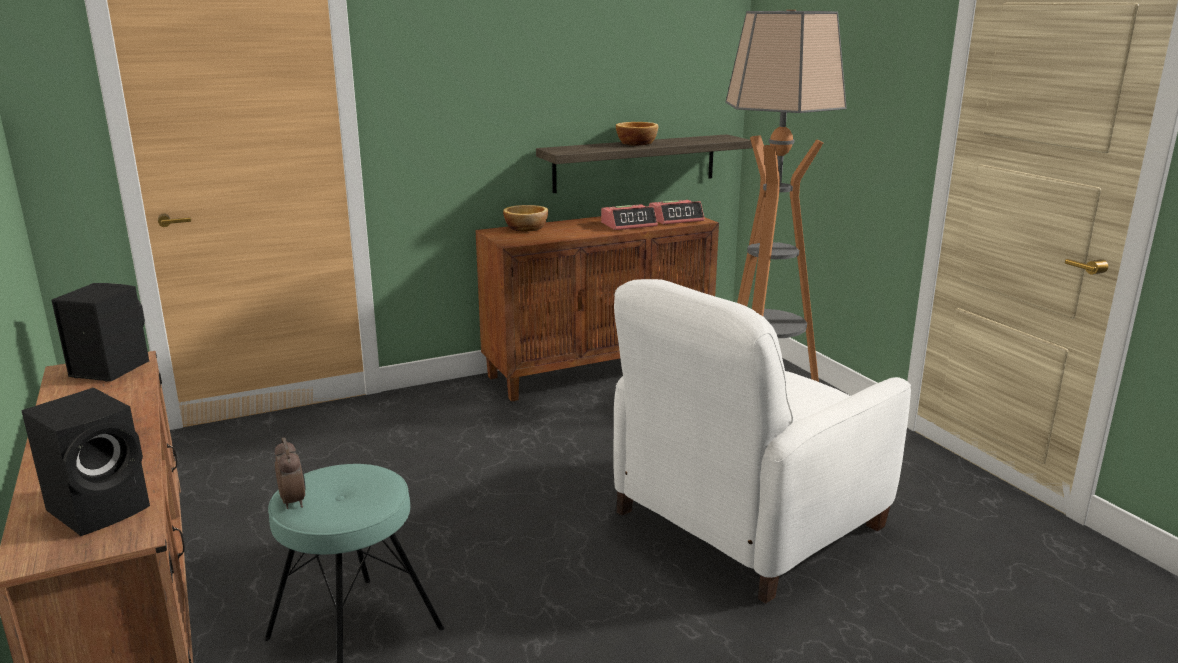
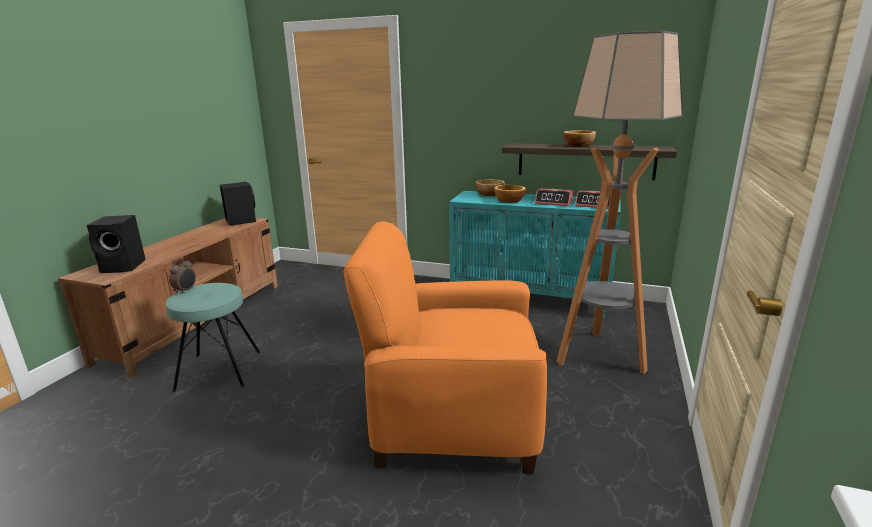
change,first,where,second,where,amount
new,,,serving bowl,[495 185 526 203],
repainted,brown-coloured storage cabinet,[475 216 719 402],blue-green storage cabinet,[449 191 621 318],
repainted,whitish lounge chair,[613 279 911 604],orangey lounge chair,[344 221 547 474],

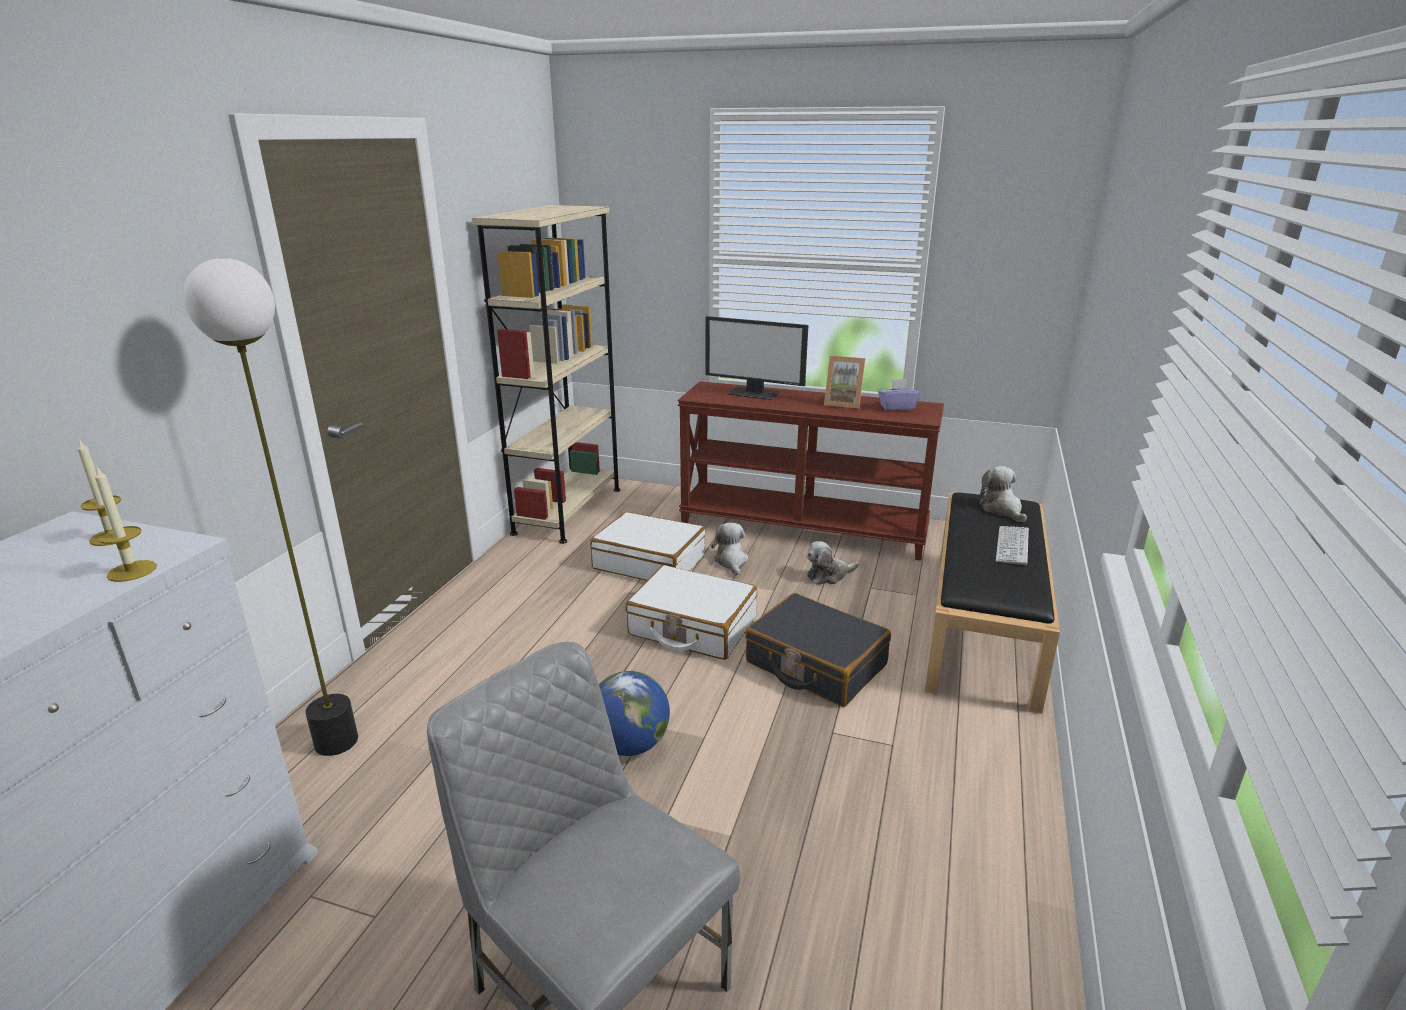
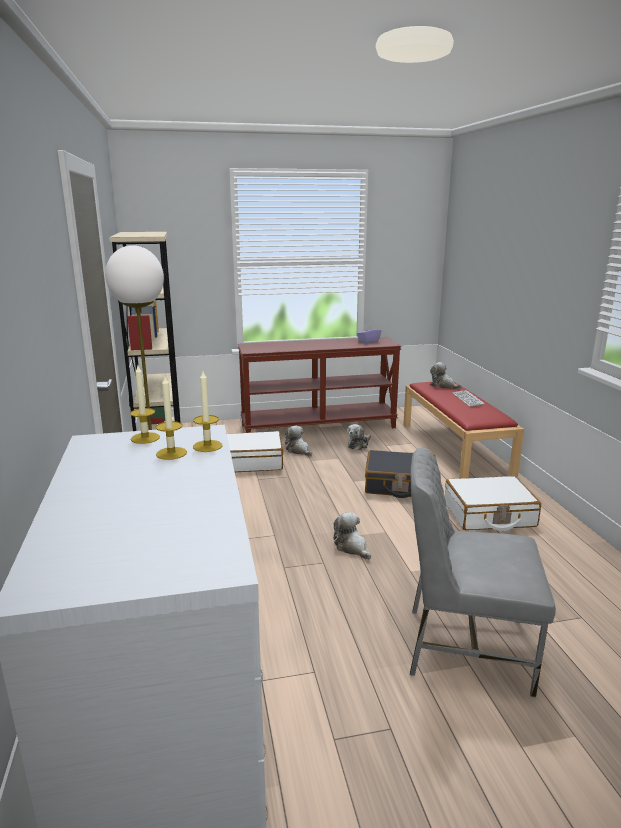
change,first,where,second,where,amount
gone,computer display,[705 316 808 400],,,
gone,picture frame,[824 356 865 408],,,
new,,,candle,[156 377 187 460],
shifted,whitish suitcase,[626 565 757 660],,[445 476 541 531],
swapped,globe,[599 671 670 756],soft toy,[334 512 371 560],
repainted,black-coloured indoor bench,[924 492 1060 714],red indoor bench,[403 382 524 479],

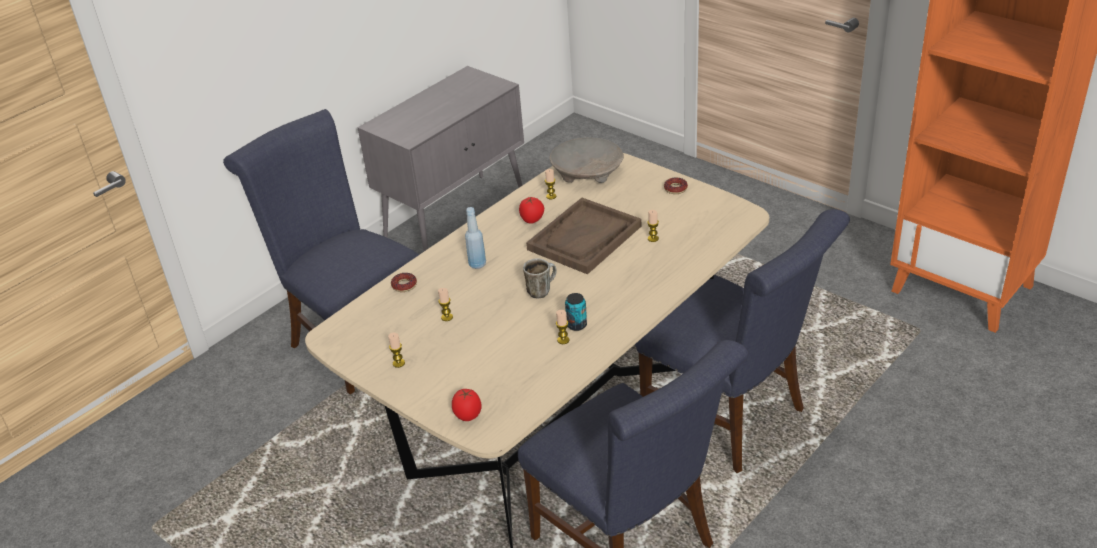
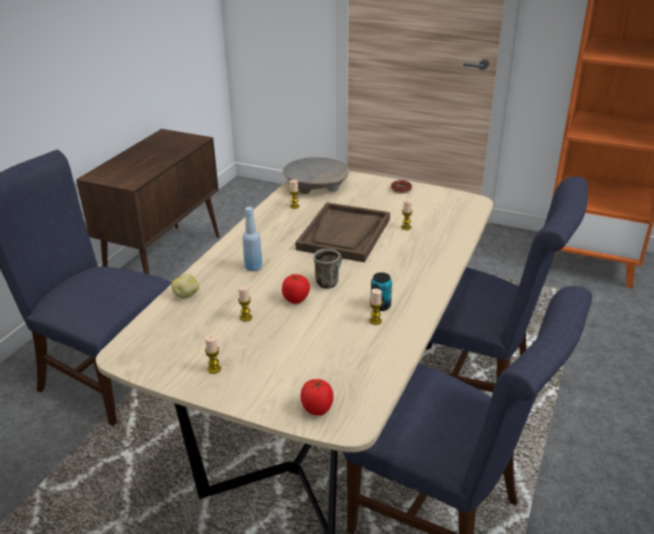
change,first,where,second,where,amount
shifted,fresh tomato,[519 197 544 224],,[282 274 310 304],
swapped,doughnut,[391 273 417 292],whole potato,[171 274 199 299],
repainted,gray storage cabinet,[357 66 524 251],brown-coloured storage cabinet,[76 129 220 274],

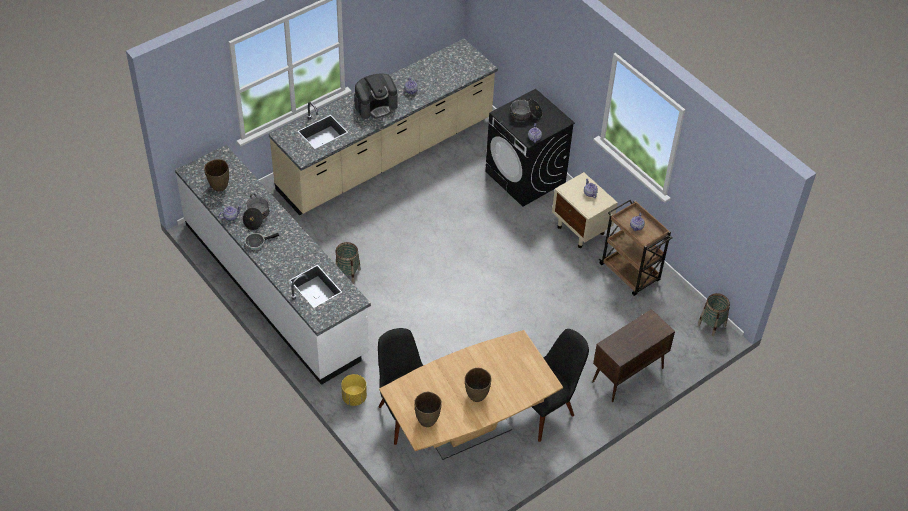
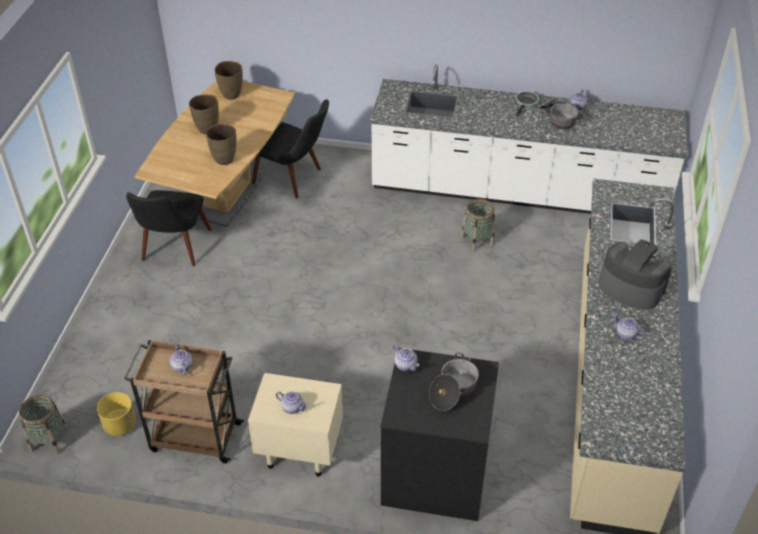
change,first,where,second,where,amount
gone,brown-coloured storage cabinet,[592 309 675 402],,,
shifted,brown-coloured decorative vase,[204 159 229 192],,[206 124 236 165],
shifted,yellow-coloured plant pot,[341 374 367 406],,[97 392 136 436],
rotated,coffee brewer,[355 74 398 119],,[599 240 672 310],105 degrees clockwise

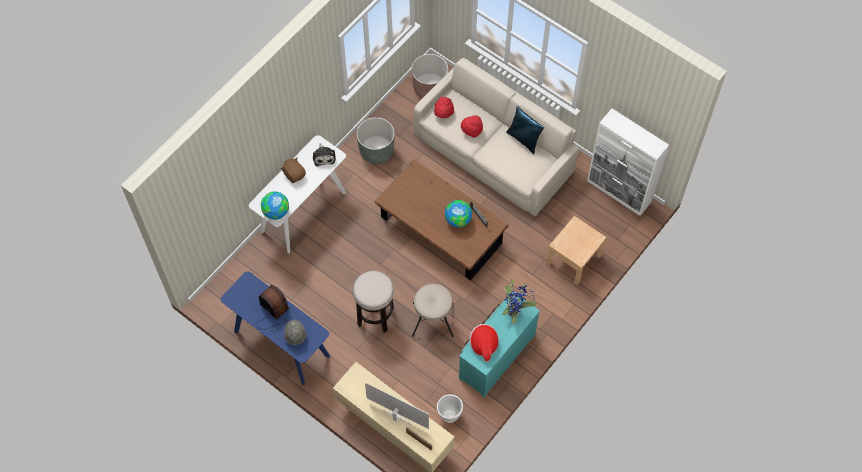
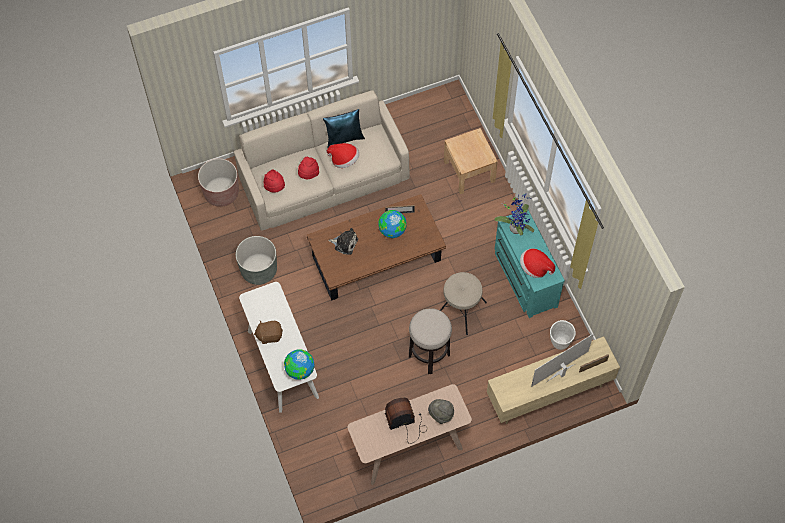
change,first,where,second,where,amount
gone,whitish storage cabinet,[587 109 669 216],,,
new,,,clothing hat,[326 143 359 168],
shifted,soft toy,[313 143 336 167],,[328 228 358 255],
repainted,blue-coloured narrow table,[220 272 330 385],beige narrow table,[348 384 472 485],

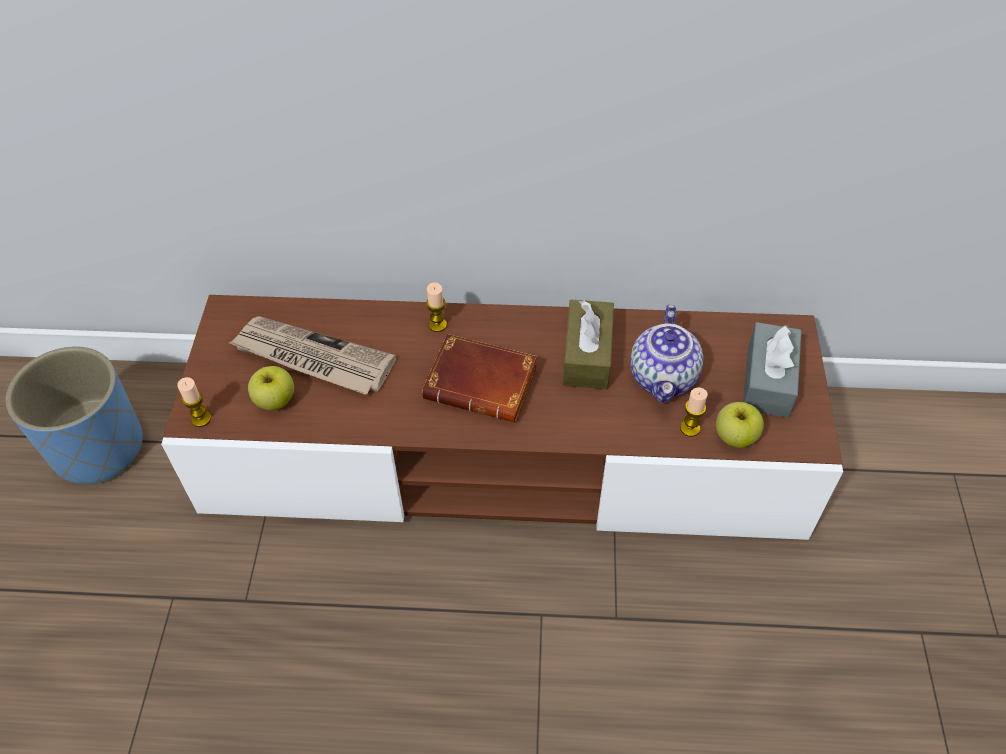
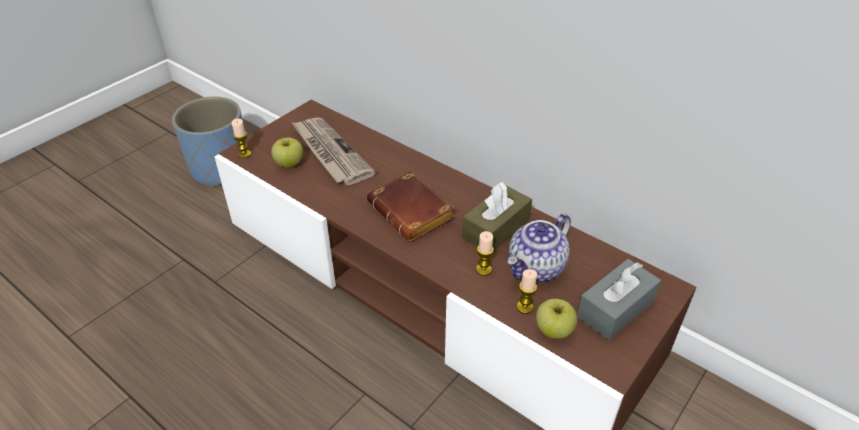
change,first,where,second,where,amount
shifted,candle,[426 283 447 332],,[476 231 494 276],

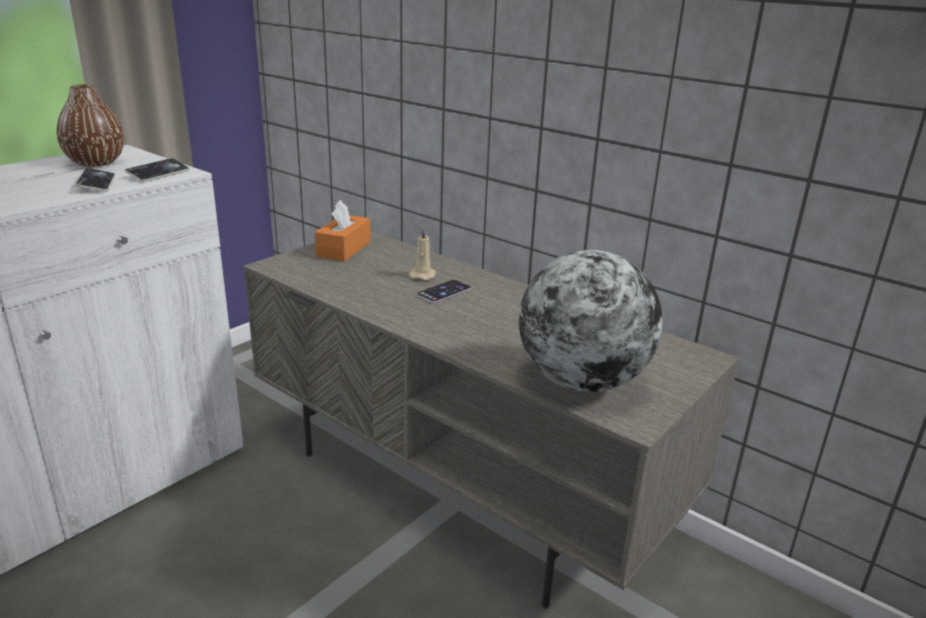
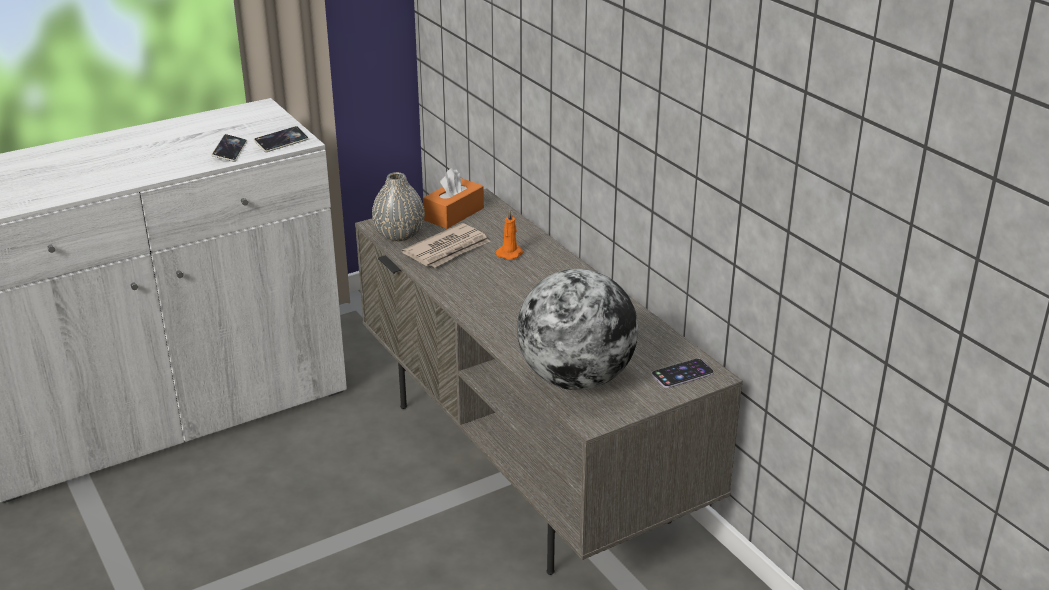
change,first,where,second,where,amount
gone,brown-coloured decorative vase,[56 85 124 167],,,
new,,,gray decorative vase,[372 172 425 241],
new,,,daily paper,[402 223 490 268],
shifted,phone,[417 280 471 303],,[651 358 714 388],
repainted,beige candle,[409 227 436 280],orangey candle,[496 210 523 260],

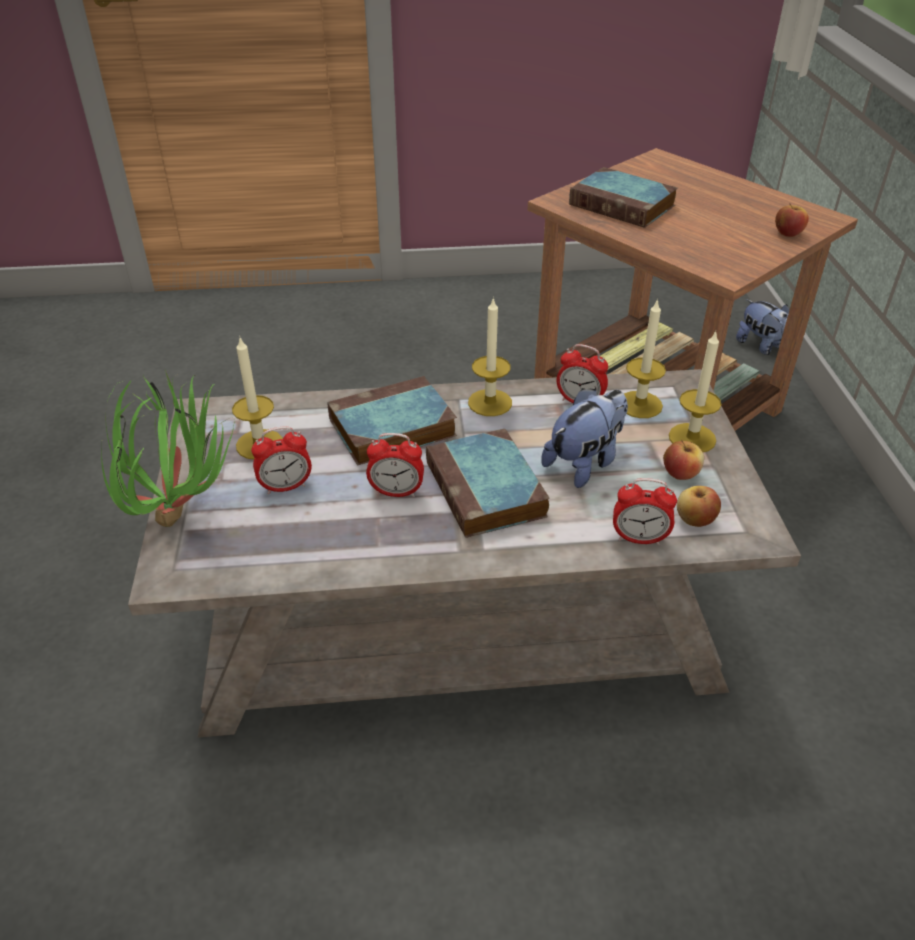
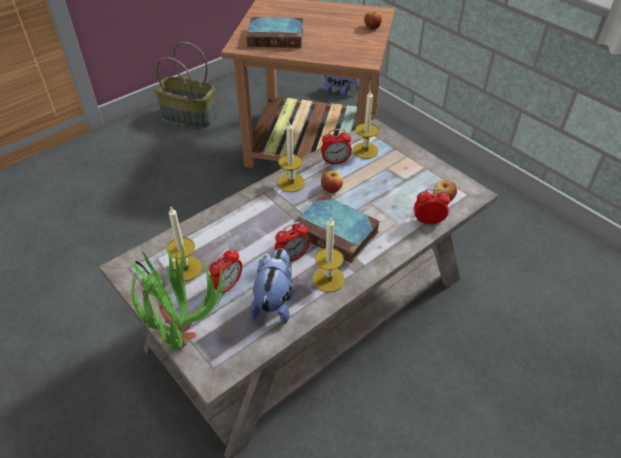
change,first,where,second,where,amount
gone,book,[327 376 457 465],,,
new,,,household basket,[154 42 217 128],
shifted,soft toy,[541 388 628 488],,[250 248 293 325],
shifted,apple,[663 440 704 480],,[321 170 343 193],
shifted,candle,[669 331 722 452],,[312 217 345 292],
rotated,bedside clock,[613 478 677 545],,[414 188 450 225],150 degrees counterclockwise

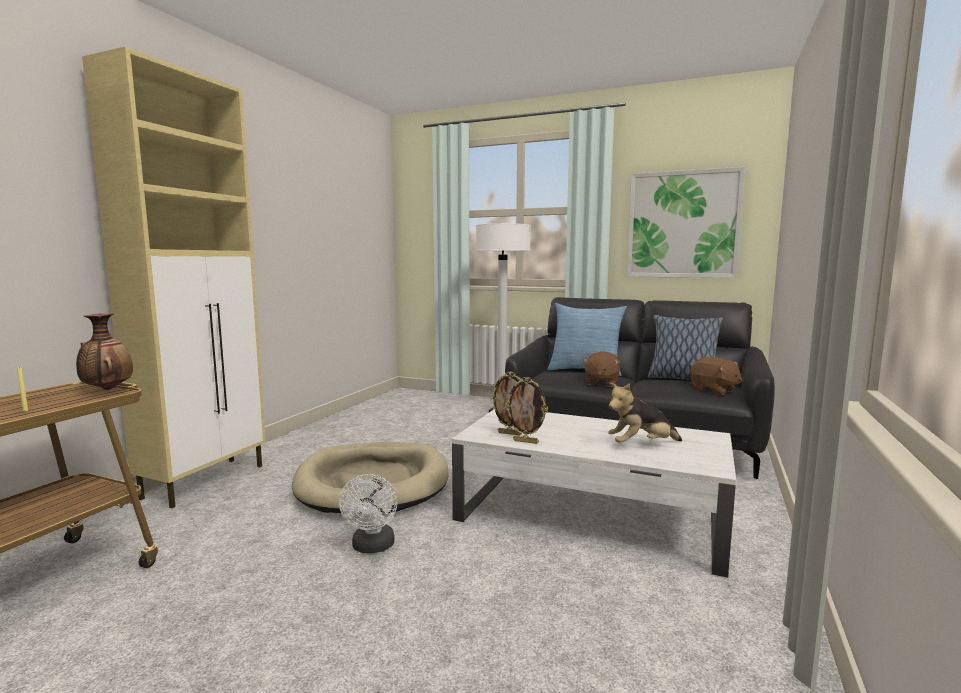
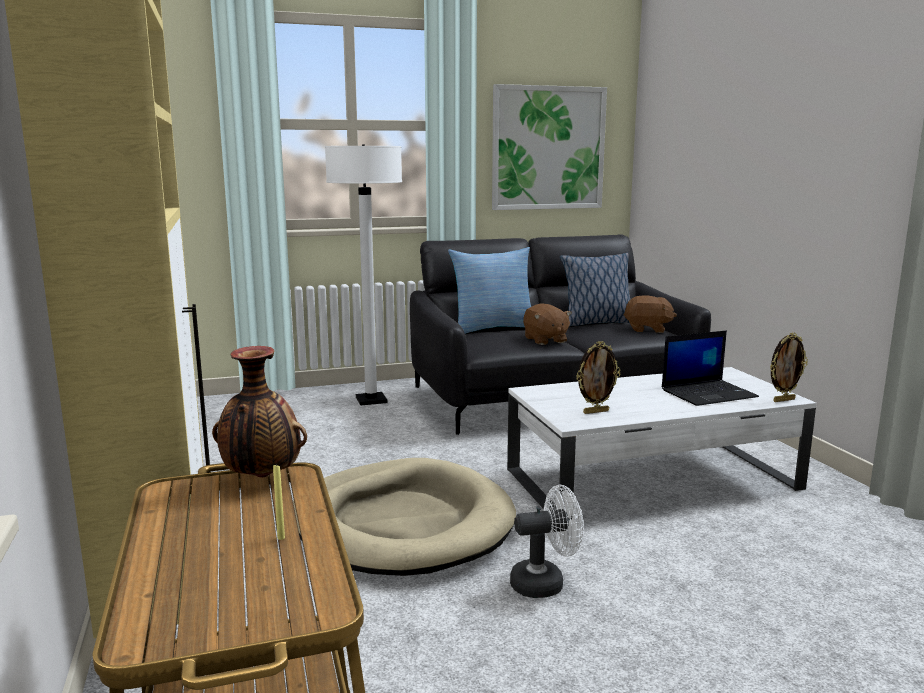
change,first,where,second,where,amount
shifted,picture frame,[505 377 548 444],,[770 332 808 402],
swapped,soft toy,[608 383 682 443],portable computer,[662 330 759 406],
rotated,whitish fan,[339 474 398 553],,[510 485 584 598],60 degrees counterclockwise

